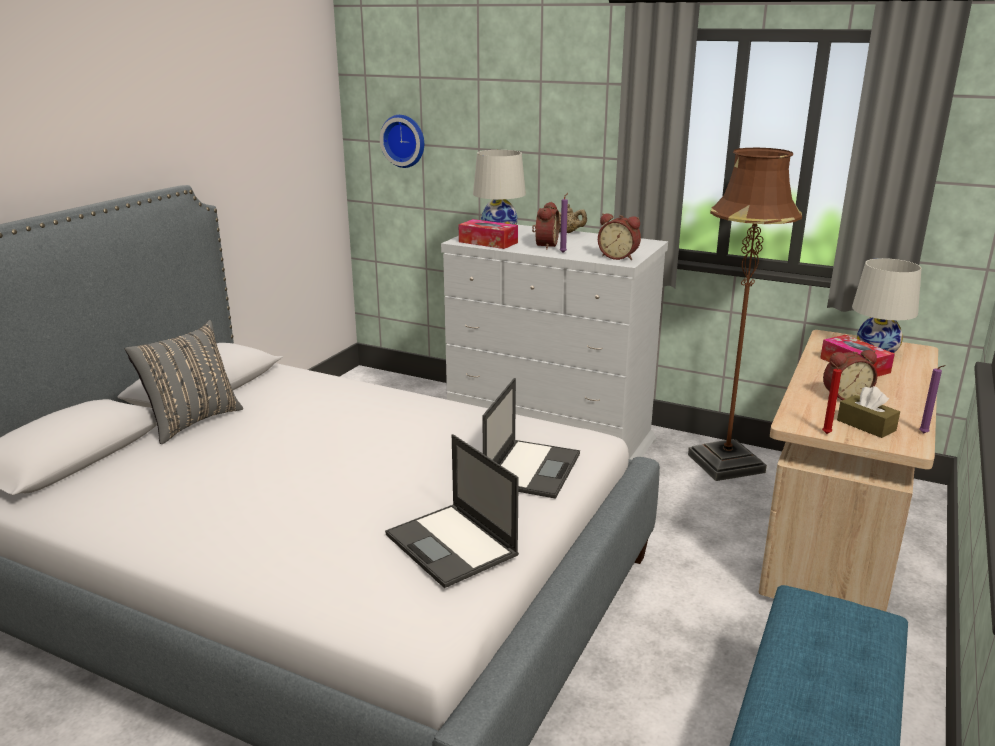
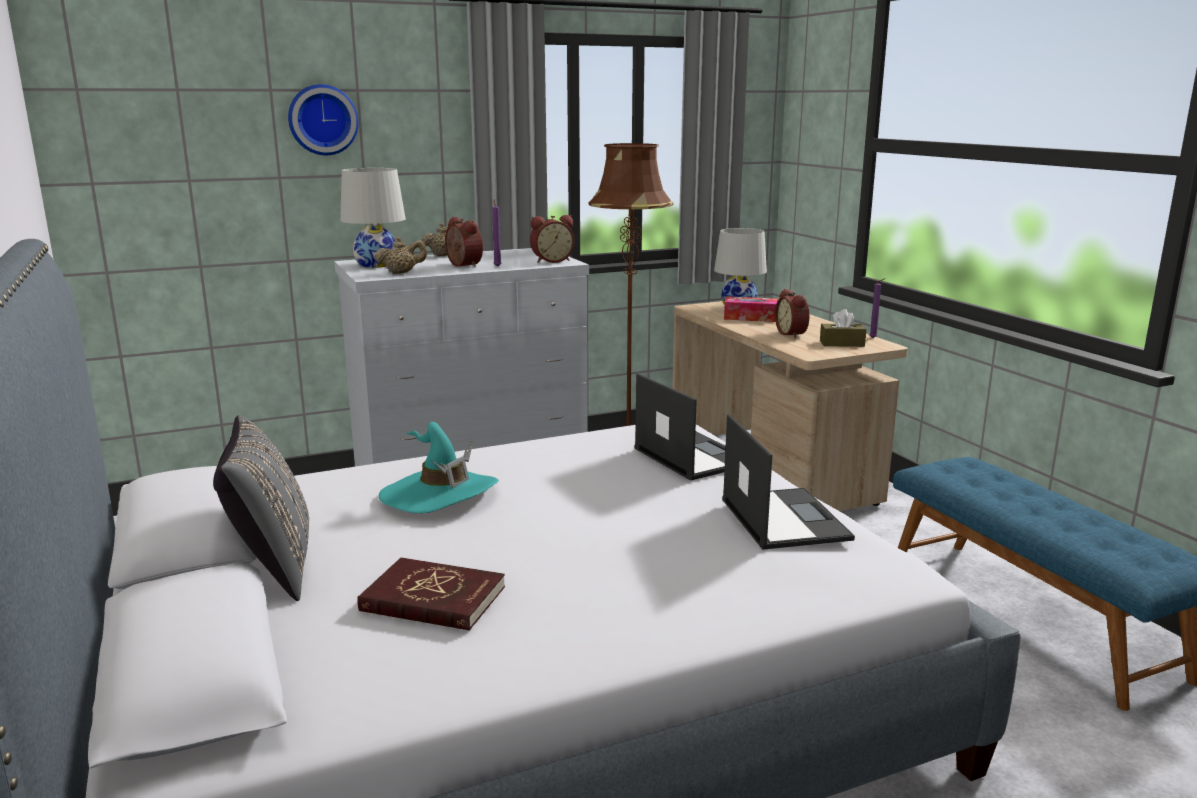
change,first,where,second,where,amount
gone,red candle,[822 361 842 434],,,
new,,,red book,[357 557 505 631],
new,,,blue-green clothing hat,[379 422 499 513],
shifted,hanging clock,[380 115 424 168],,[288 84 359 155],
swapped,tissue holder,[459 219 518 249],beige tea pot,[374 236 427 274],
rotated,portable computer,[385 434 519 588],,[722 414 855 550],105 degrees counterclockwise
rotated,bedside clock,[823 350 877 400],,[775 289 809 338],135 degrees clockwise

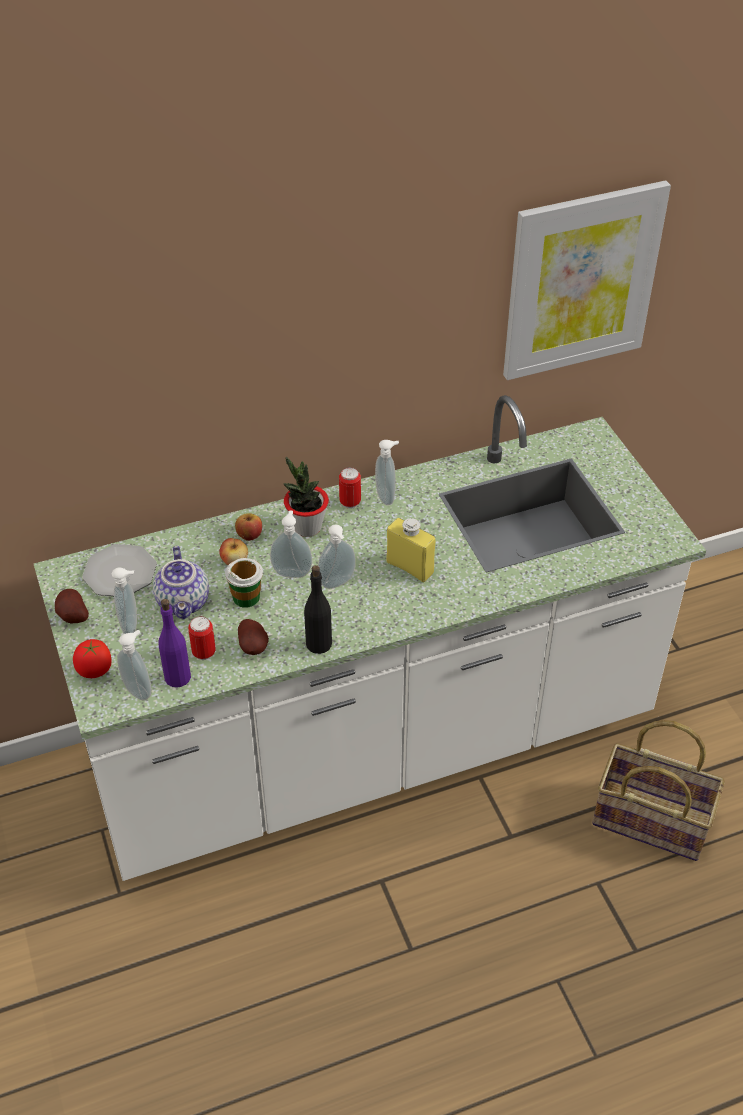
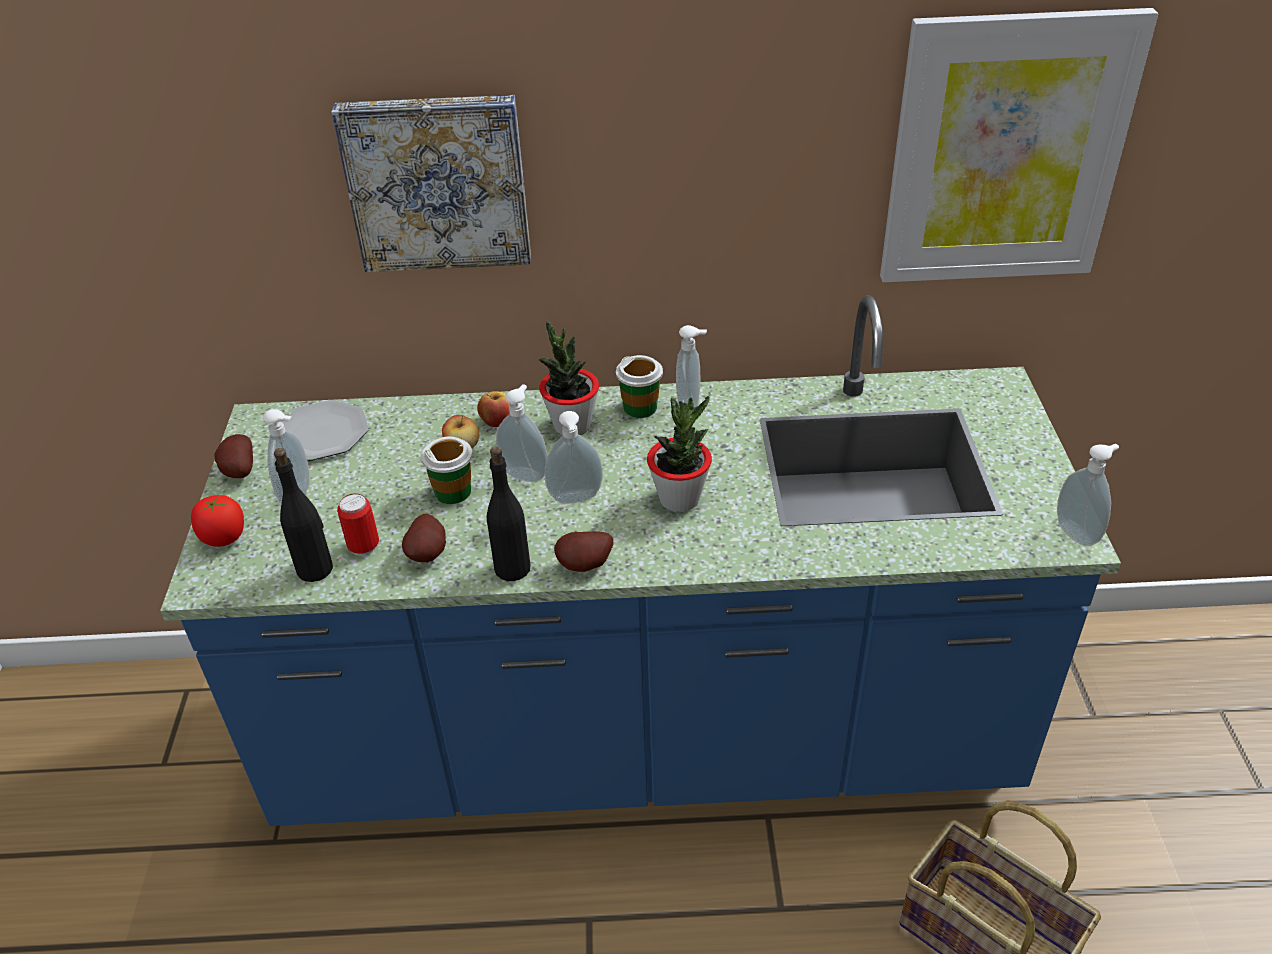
change,first,where,second,where,amount
gone,tea pot,[153 546 209 619],,,
new,,,picture,[331 95 531 272],
new,,,whole potato,[554 531 613 572],
shifted,soap dispenser,[117 630 151 700],,[1057 444 1119 546],
swapped,can,[339 467 361 509],small cup,[616 355 663 418],
swapped,yellow-coloured drink bottle,[387 518 435 582],plant in a pot,[647 396 712 512],
repainted,whitish kitchen base unit,[34 395 706 881],blue-coloured kitchen base unit,[160 295 1121 826],
repainted,purplish drink bottle,[158 599 191 688],black-coloured drink bottle,[274 448 333 582],

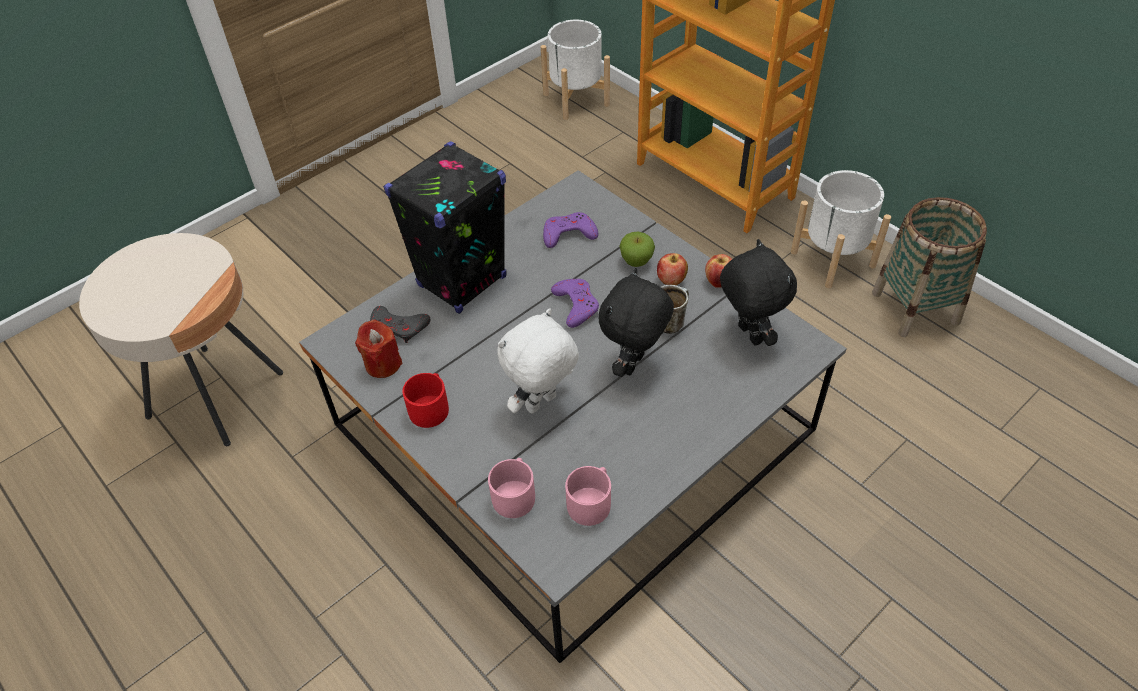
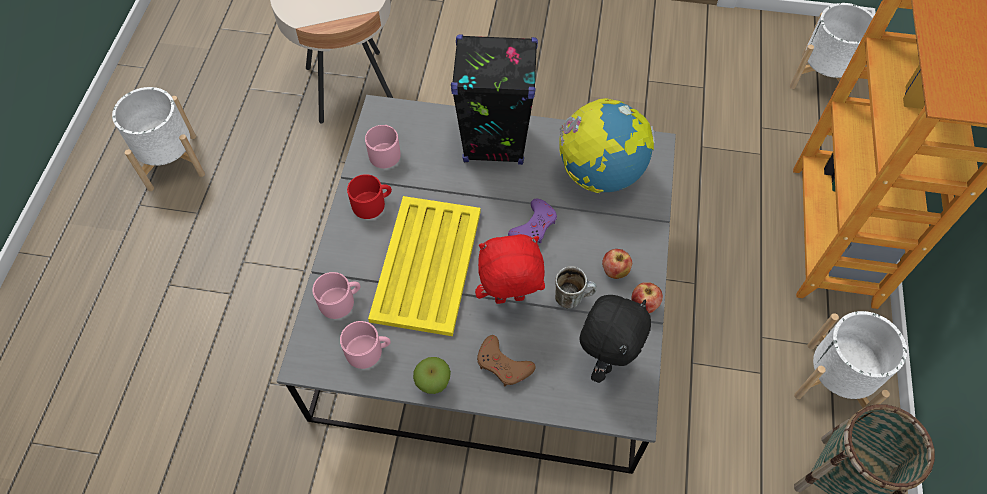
change,first,where,second,where,amount
gone,gray gamepad,[370 306 430 343],,,
new,,,whitish plant pot,[112 87 205 191],
new,,,brown-coloured gamepad,[477 335 536 387],
shifted,apple,[619 232 655 267],,[413 357 451 394],
swapped,red candle,[355 319 403 378],pink mug,[365 125 401 168],
swapped,whitish soft toy,[497 308 579 414],yellow-coloured serving tray,[368 196 481 336],
swapped,purplish gamepad,[543 212 598 248],globe,[559 98 655 193],
repainted,black-coloured soft toy,[598 268 674 377],red soft toy,[475 234 545 304],

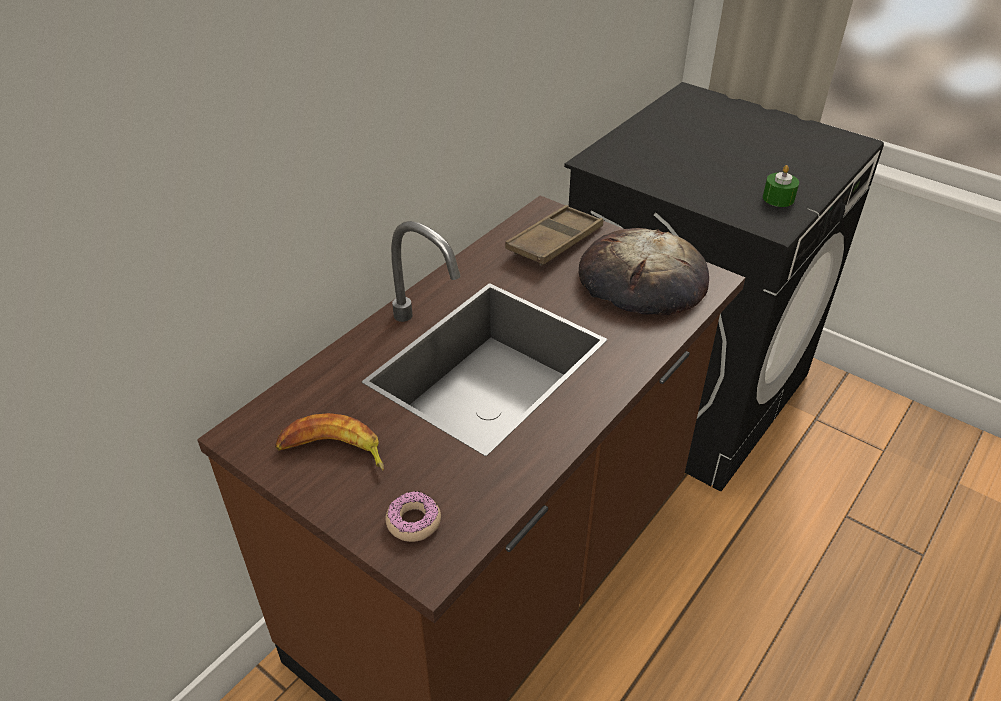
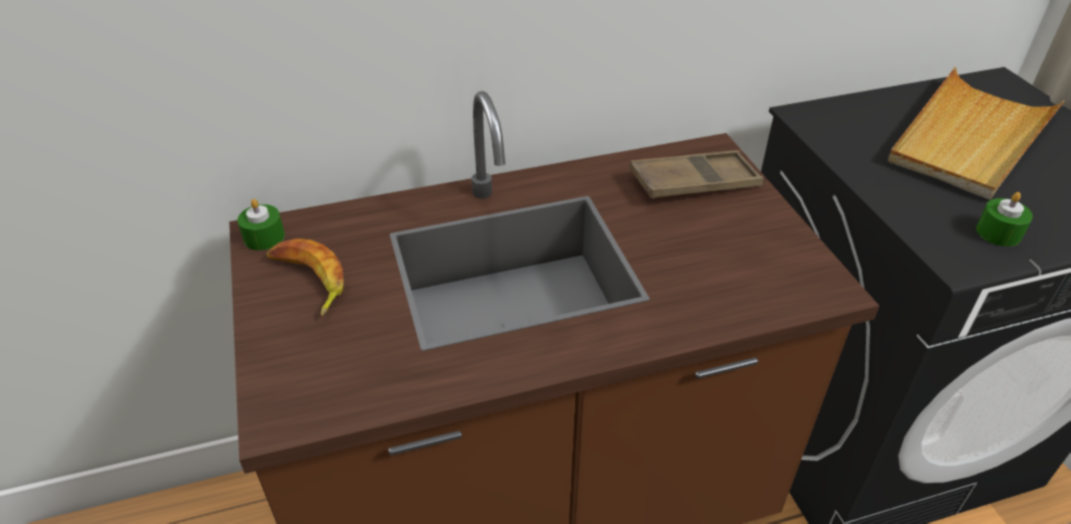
change,first,where,second,where,amount
gone,doughnut,[385 491 441 542],,,
gone,baked bread,[579 228 709 315],,,
new,,,green candle,[237 199 285 250],
new,,,beige serving tray,[888 67 1065 200],

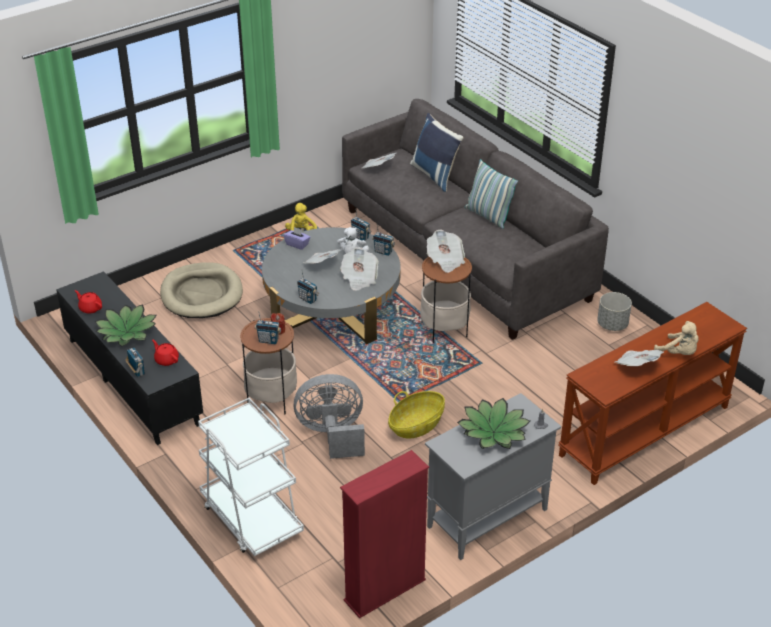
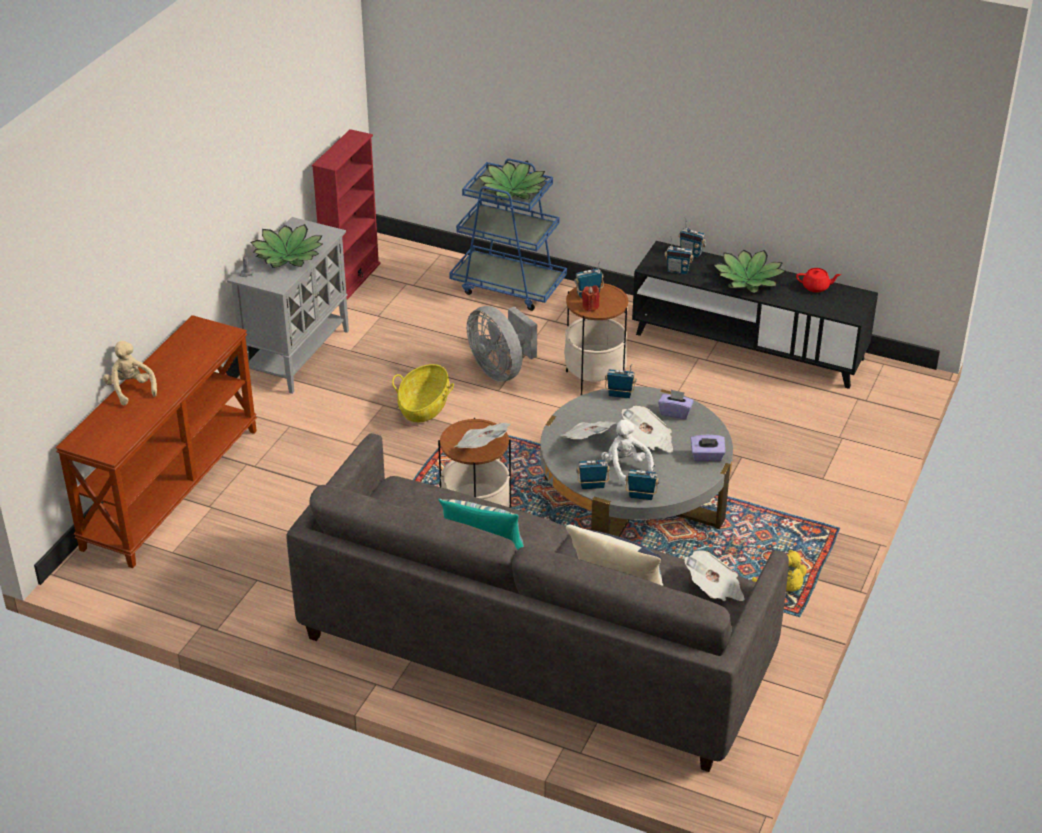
change,first,where,second,where,amount
gone,beige pet bed,[160 262 243 318],,,
gone,gray plant pot,[597 292 632 331],,,
gone,daily paper,[615 350 664 366],,,
new,,,plant in a pot,[478 161 548 200],
new,,,purplish tissue holder,[658 390 694 419],
swapped,red tea pot,[152 340 179 366],radio set,[664 235 694 274],
repainted,whitish trolley,[198 398 304 556],blue-coloured trolley,[449 159 567 311],
rotated,gray fan,[293 374 365 459],,[467 306 537 382],90 degrees clockwise
rotated,beige soft toy,[654 321 699 355],,[103 341 157 406],45 degrees clockwise

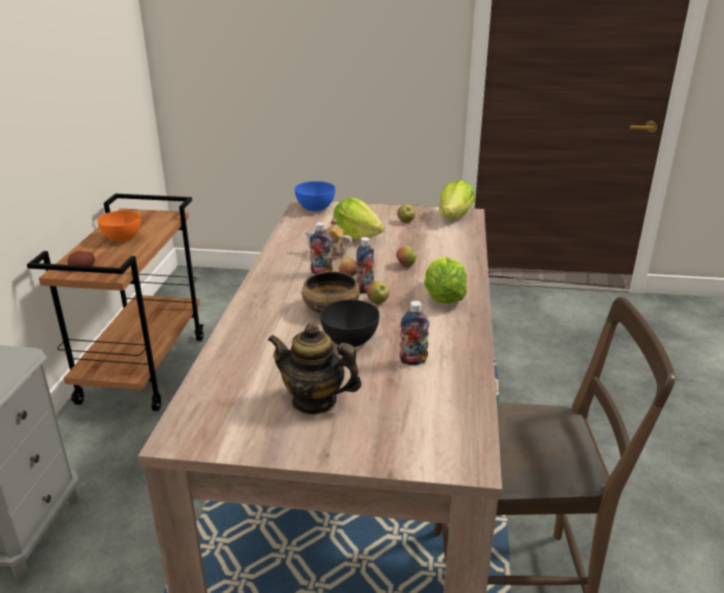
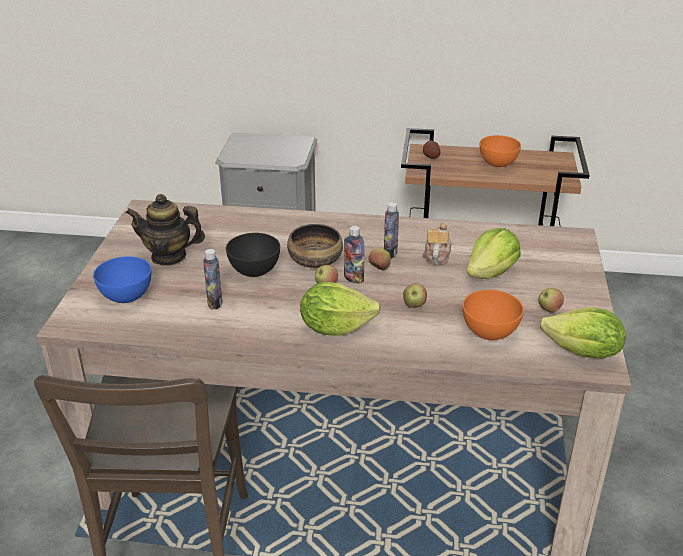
change,first,where,second,where,amount
new,,,orangey serving bowl,[463 290 524 340],
shifted,blue-coloured serving bowl,[295 181 335 211],,[93 256 152 303],
rotated,tea pot,[268 323 362 415],,[126 194 205 266],105 degrees counterclockwise

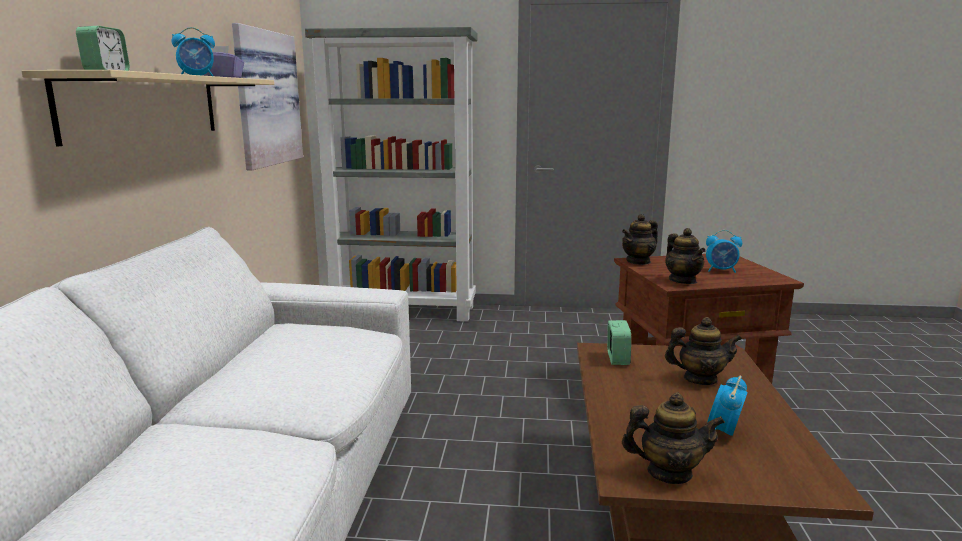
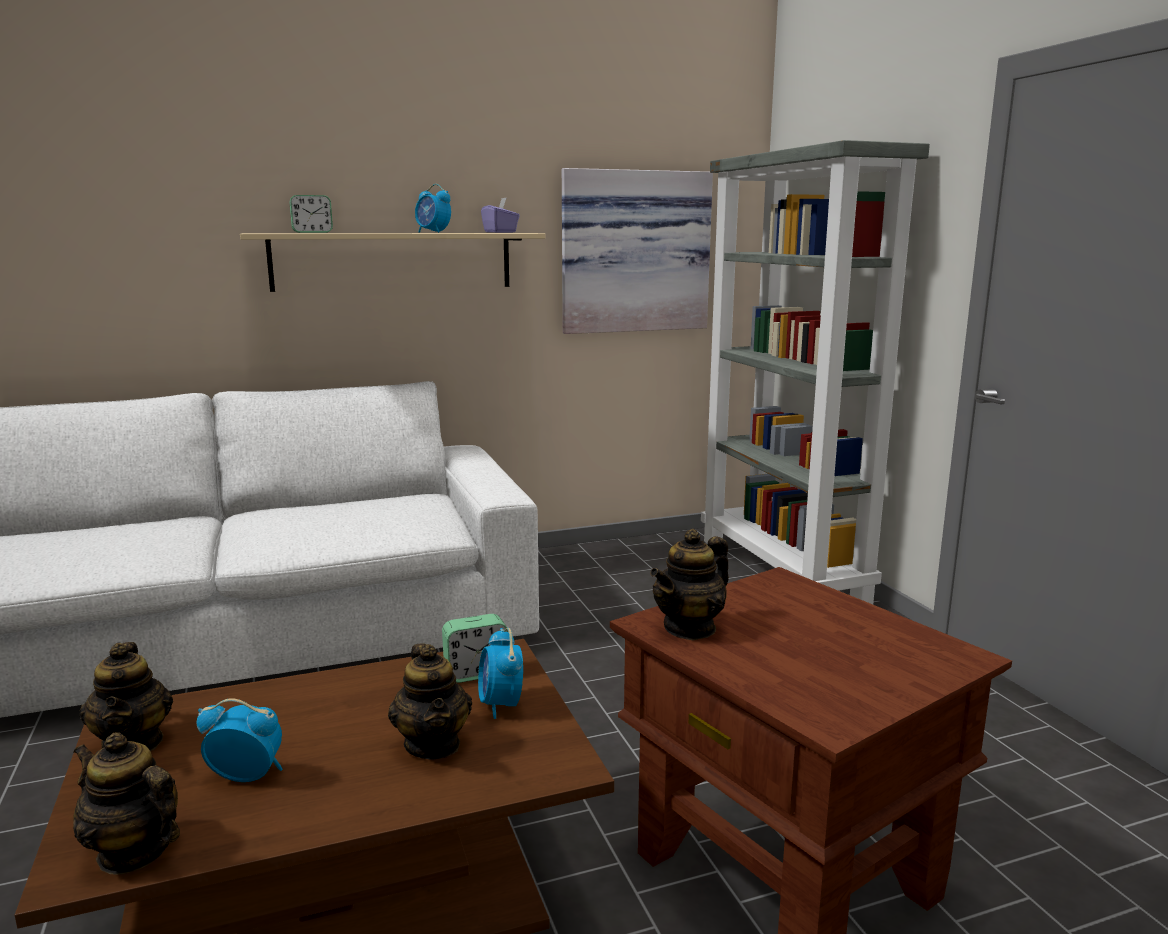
change,first,where,second,where,amount
shifted,tea pot,[622 214 658 265],,[73 733 180 875],
shifted,bedside clock,[706 230 742 273],,[478 628 523 719],

